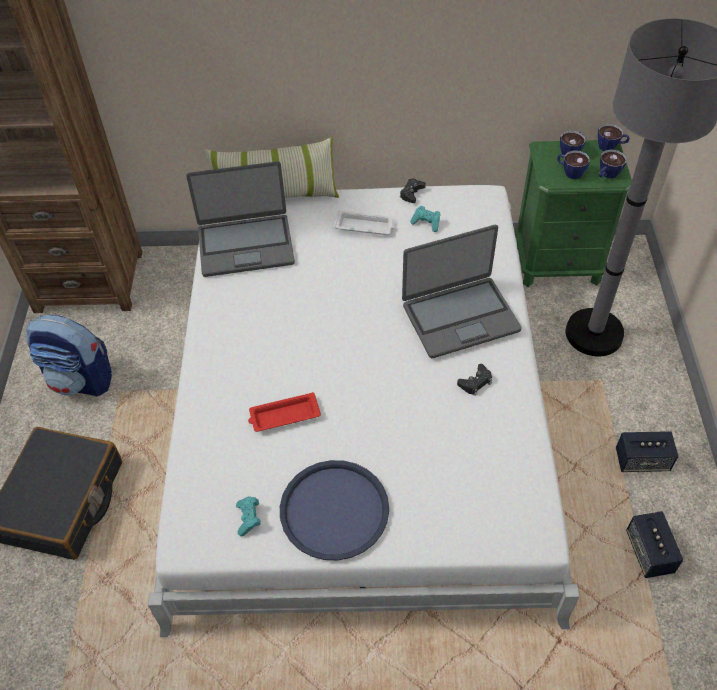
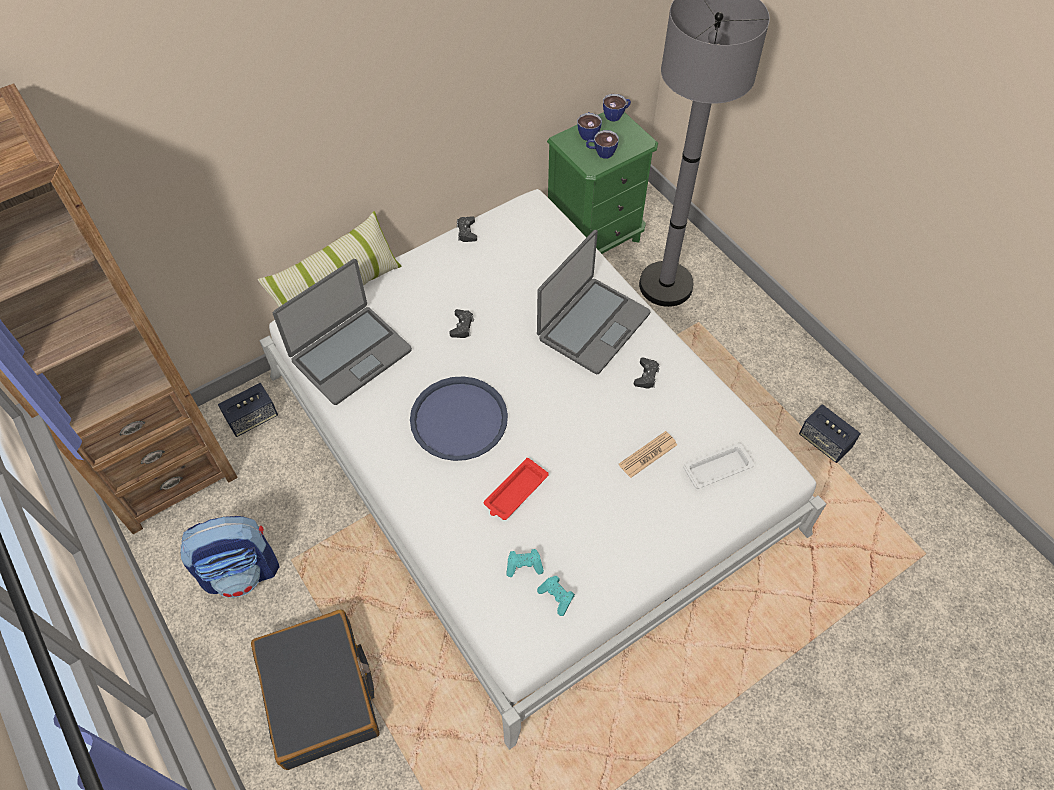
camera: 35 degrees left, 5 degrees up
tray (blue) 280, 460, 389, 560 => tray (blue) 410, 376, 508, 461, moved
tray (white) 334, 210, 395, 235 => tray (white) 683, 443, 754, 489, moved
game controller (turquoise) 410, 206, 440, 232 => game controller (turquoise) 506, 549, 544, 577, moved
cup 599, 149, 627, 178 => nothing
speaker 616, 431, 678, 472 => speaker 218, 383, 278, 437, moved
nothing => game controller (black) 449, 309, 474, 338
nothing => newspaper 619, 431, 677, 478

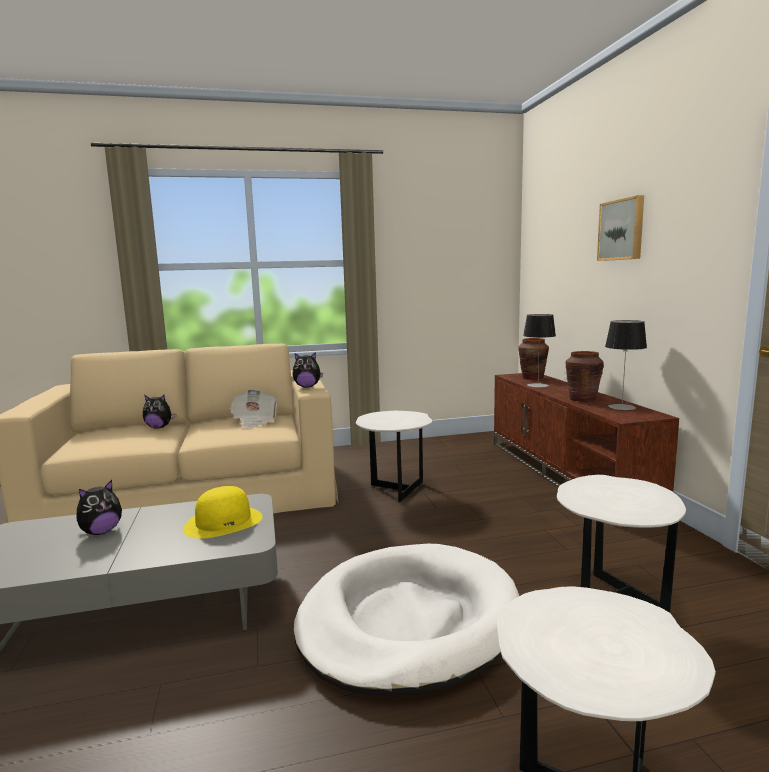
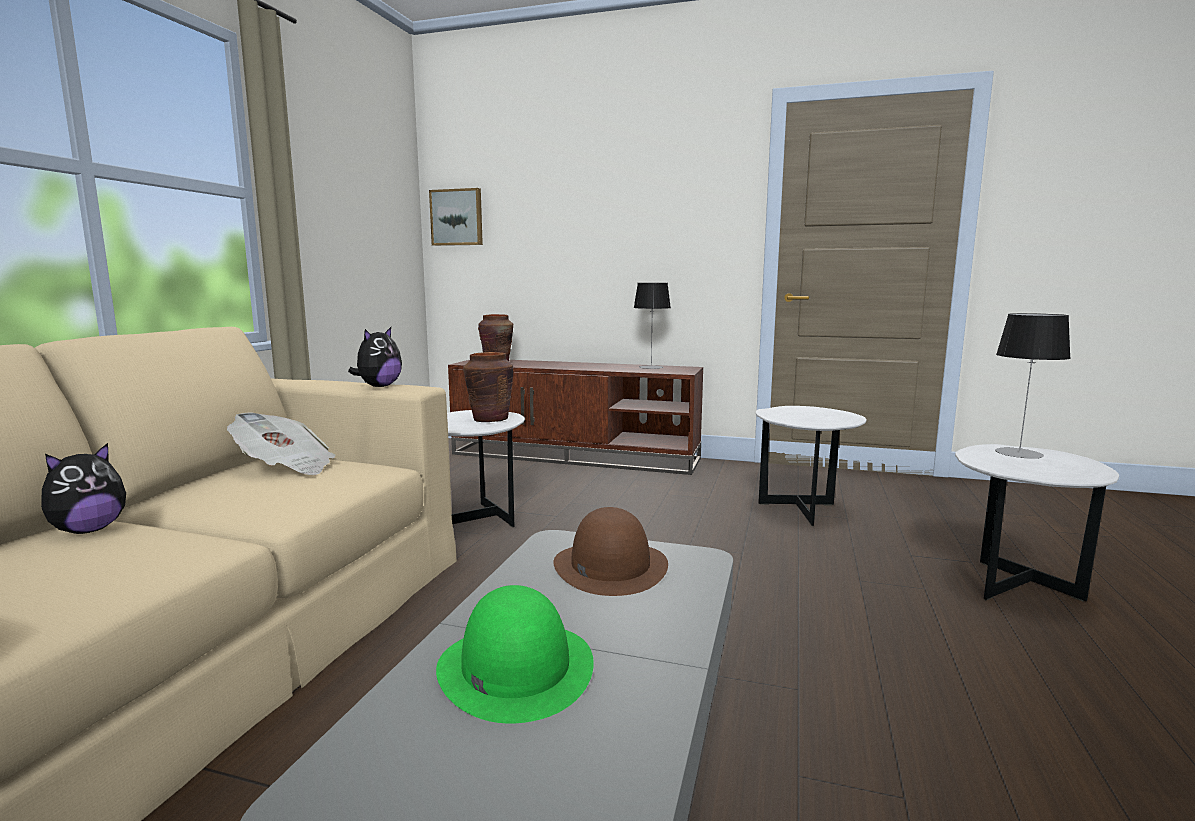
camera: 60 degrees left, 0 degrees up
plush toy 76, 480, 122, 535 => hat (green) 436, 585, 594, 723
hat (yellow) 183, 486, 263, 539 => hat (brown) 553, 507, 668, 596
dog bed (white) 294, 544, 519, 696 => nothing
table lamp 523, 314, 556, 387 => table lamp 995, 313, 1071, 459, moved
vase (brown) 565, 351, 604, 402 => vase (brown) 463, 352, 513, 422, moved
picture 597, 195, 644, 261 => picture 429, 188, 483, 246, moved

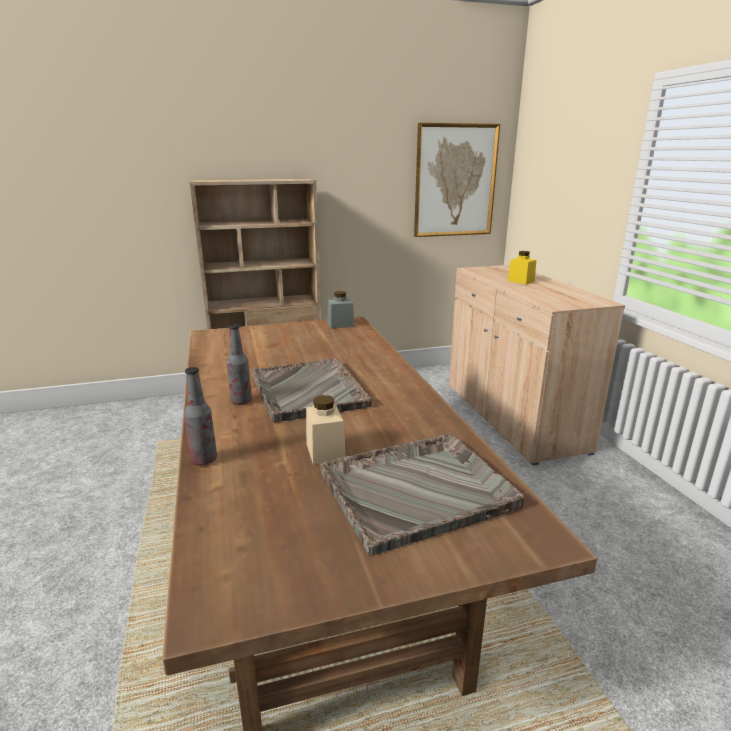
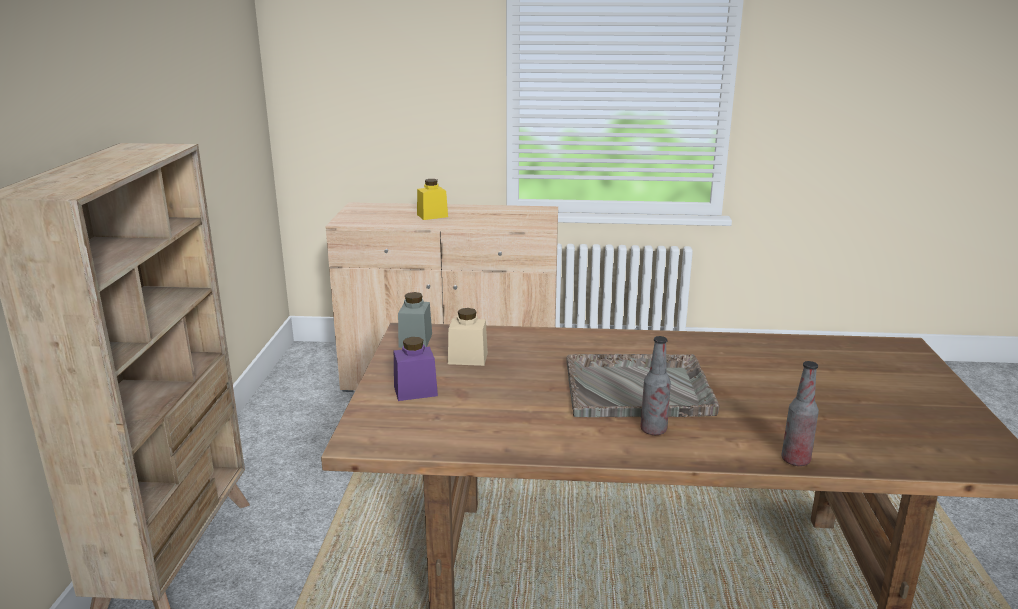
camera: 70 degrees left, 0 degrees up
jar (beige) 306, 395, 346, 465 => jar (beige) 448, 308, 488, 366, moved
tray (grey) 320, 433, 524, 556 => nothing
picture 414, 123, 500, 237 => nothing
nothing => jar (purple) 394, 337, 438, 401

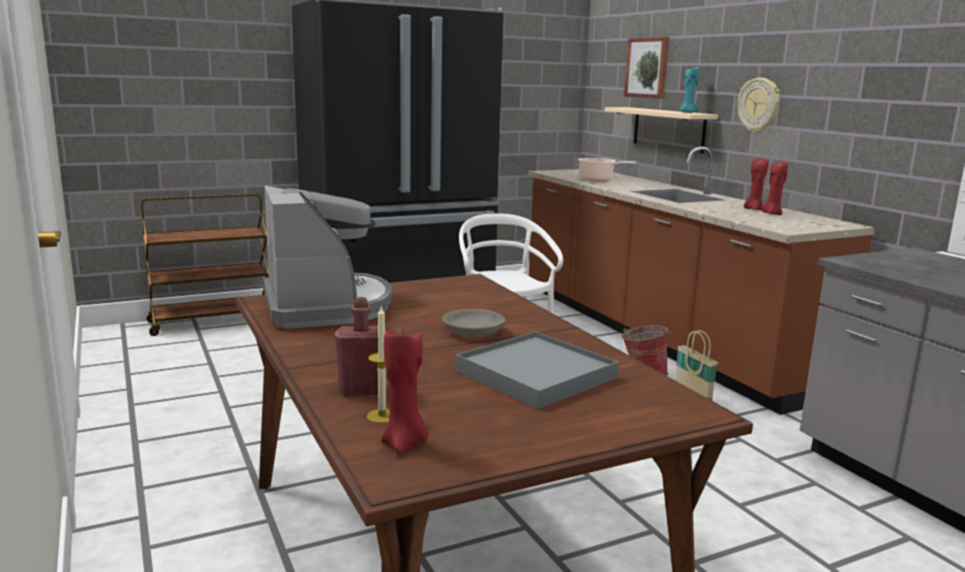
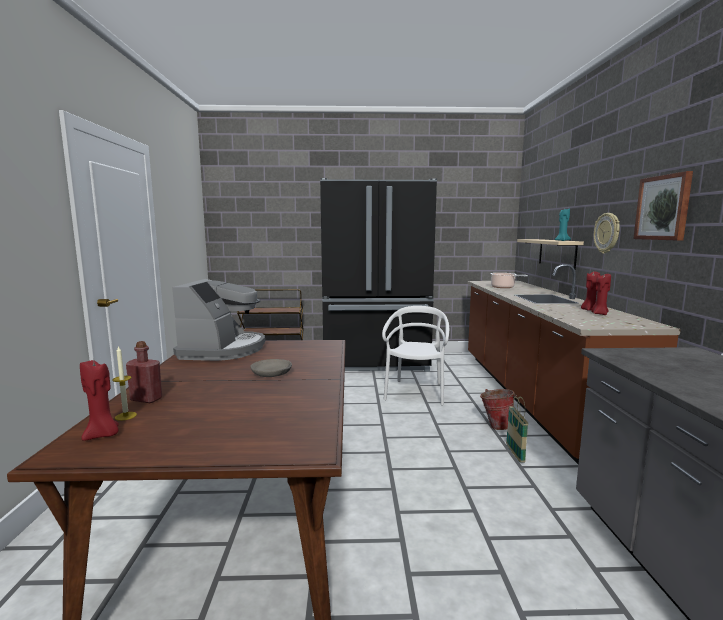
camera: 25 degrees right, 5 degrees down
tray (grey) 456, 332, 619, 409 => nothing
picture 624, 37, 670, 99 => picture 633, 171, 693, 241, moved

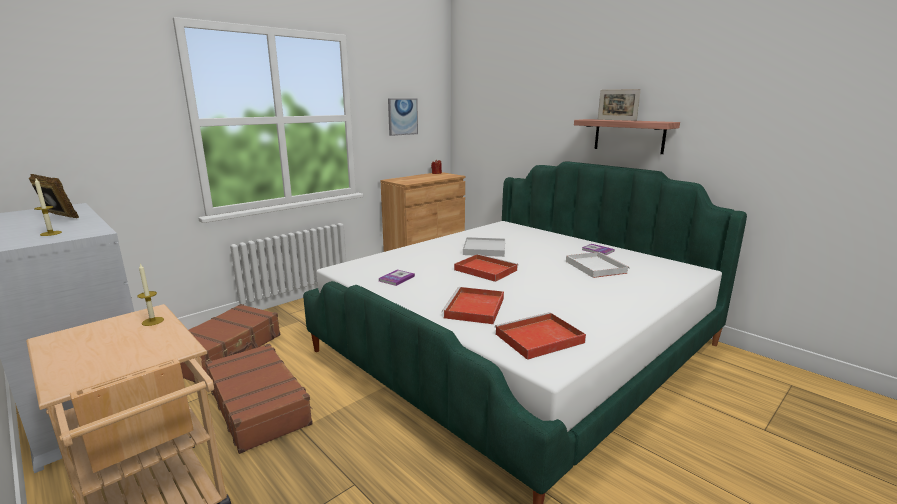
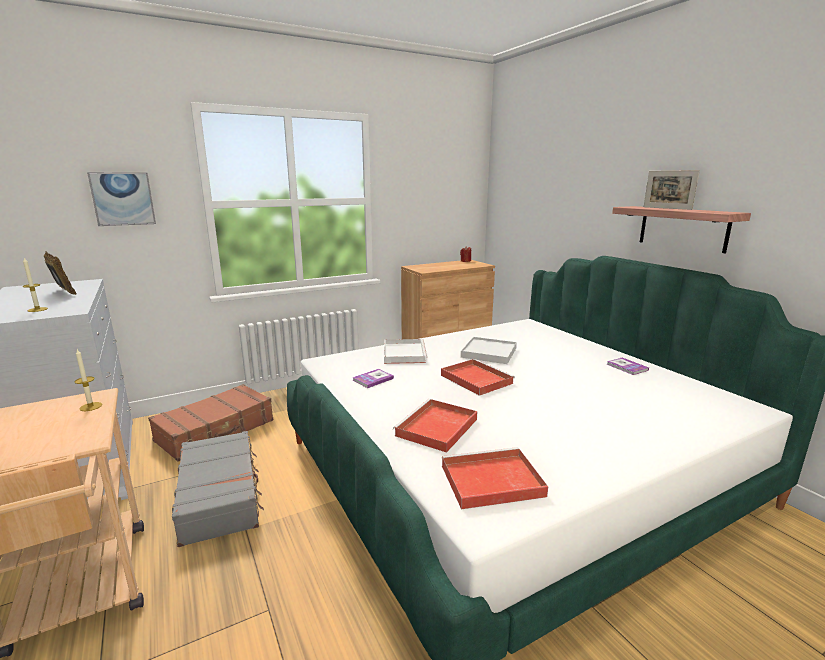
camera: 15 degrees right, 0 degrees up
suitcase (brown) 205, 344, 313, 454 => suitcase (grey) 172, 431, 264, 547
picture 388, 98, 418, 136 => picture 87, 172, 156, 226, moved
tray (white) 566, 252, 629, 278 => tray (white) 384, 339, 427, 364, moved

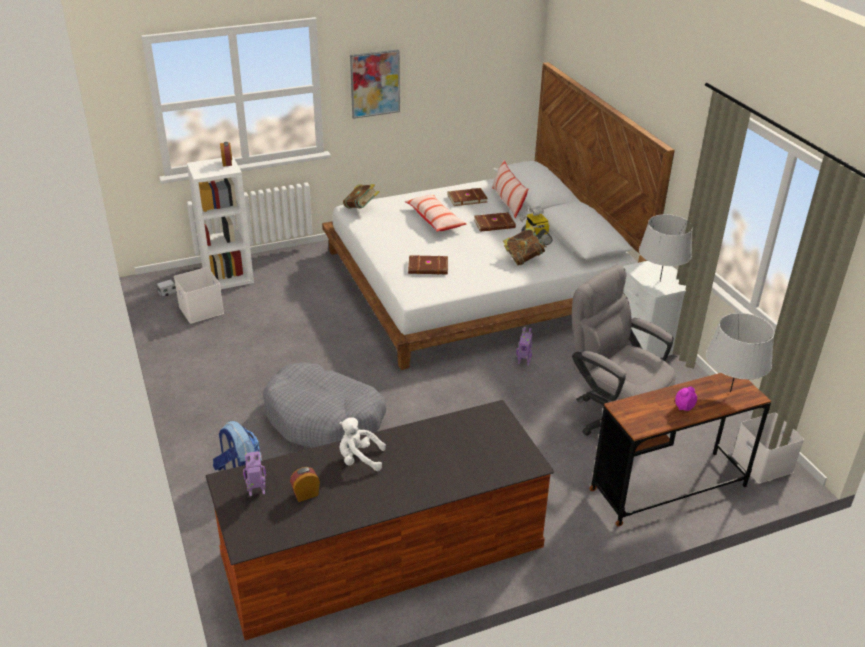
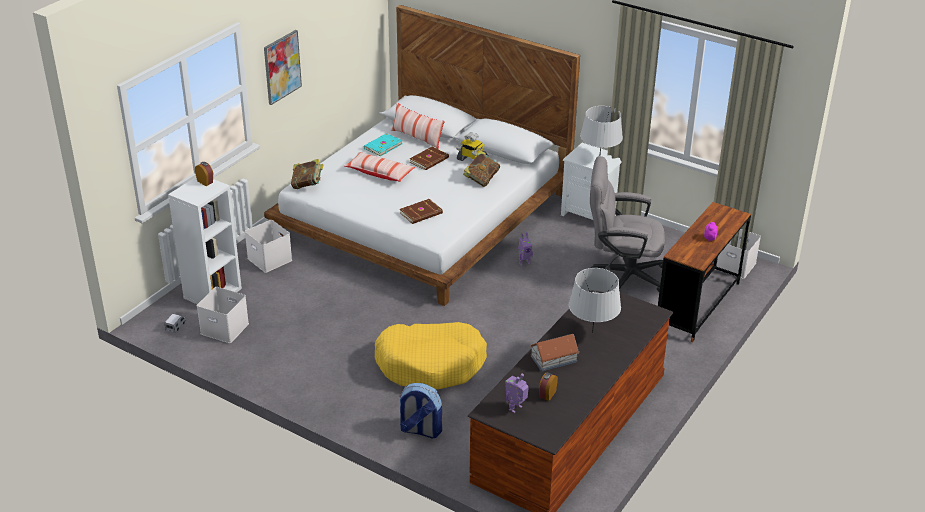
camera: 35 degrees left, 0 degrees up
dog bed (grey) 263, 362, 386, 448 => dog bed (yellow) 375, 322, 487, 389
plush toy (white) 339, 417, 386, 471 => toy house 530, 334, 579, 371
book (brown) 447, 188, 488, 206 => book (turquoise) 364, 133, 403, 156
table lamp (grey) 706, 313, 775, 393 => table lamp (grey) 569, 268, 621, 333, moved
nothing => storage box (white) 245, 220, 292, 273

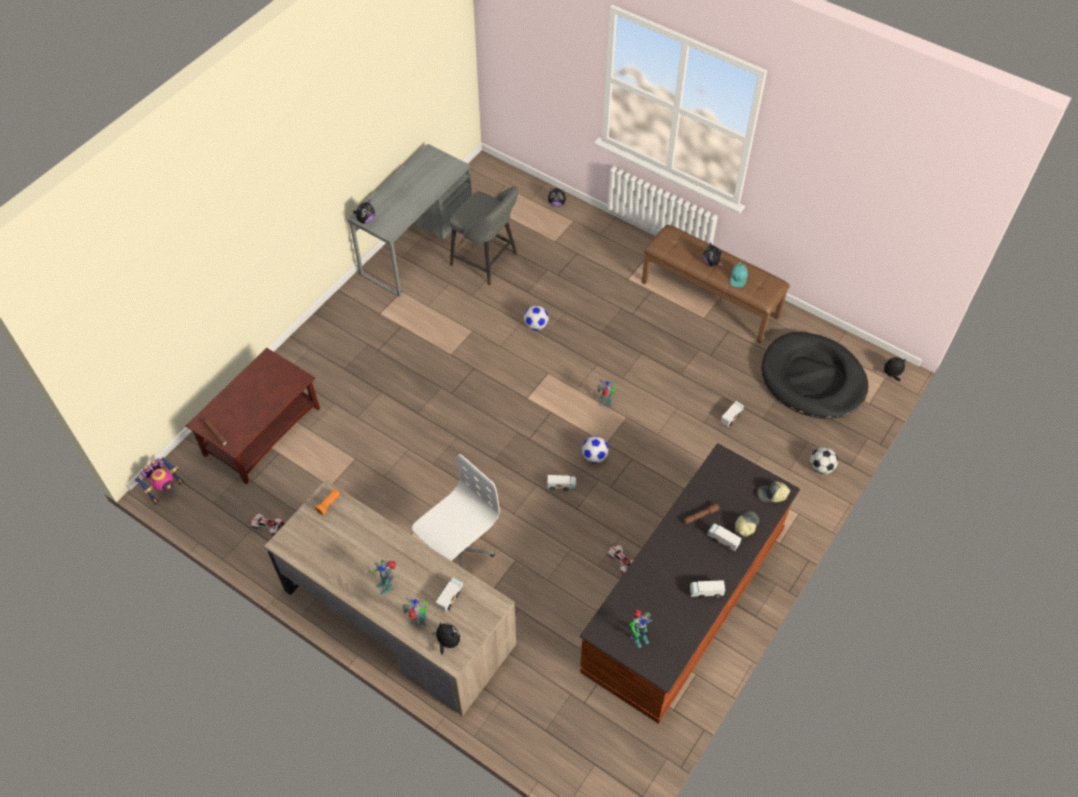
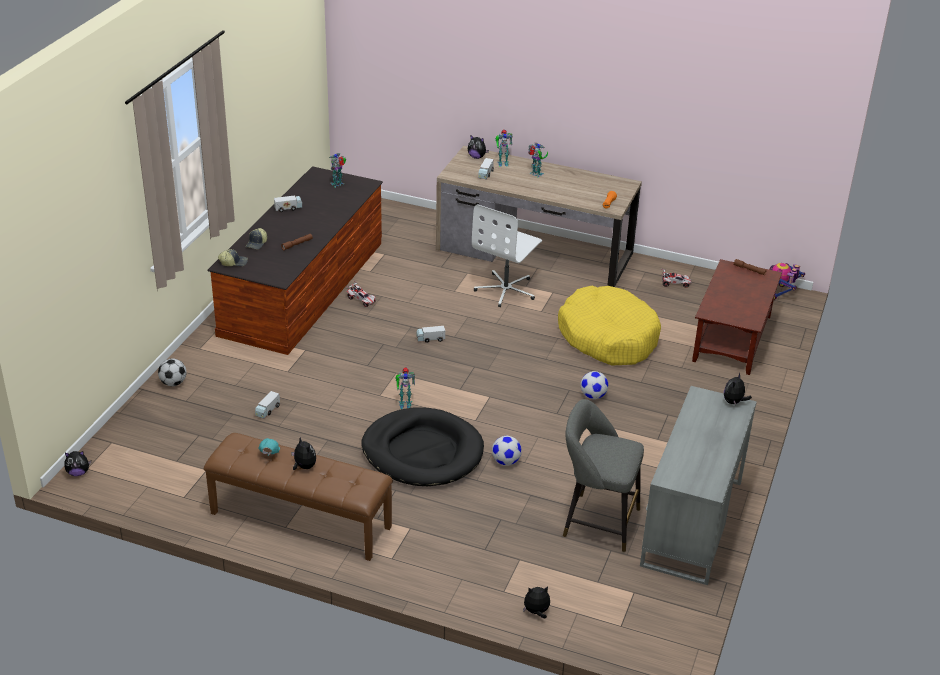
camera: 165 degrees right, 20 degrees down
football 582, 436, 609, 463 => football 581, 371, 608, 399, moved
toy truck 707, 524, 742, 551 => nothing
dog bed (black) 762, 332, 868, 419 => dog bed (black) 361, 408, 484, 486, moved
nothing => dog bed (yellow) 558, 286, 661, 365

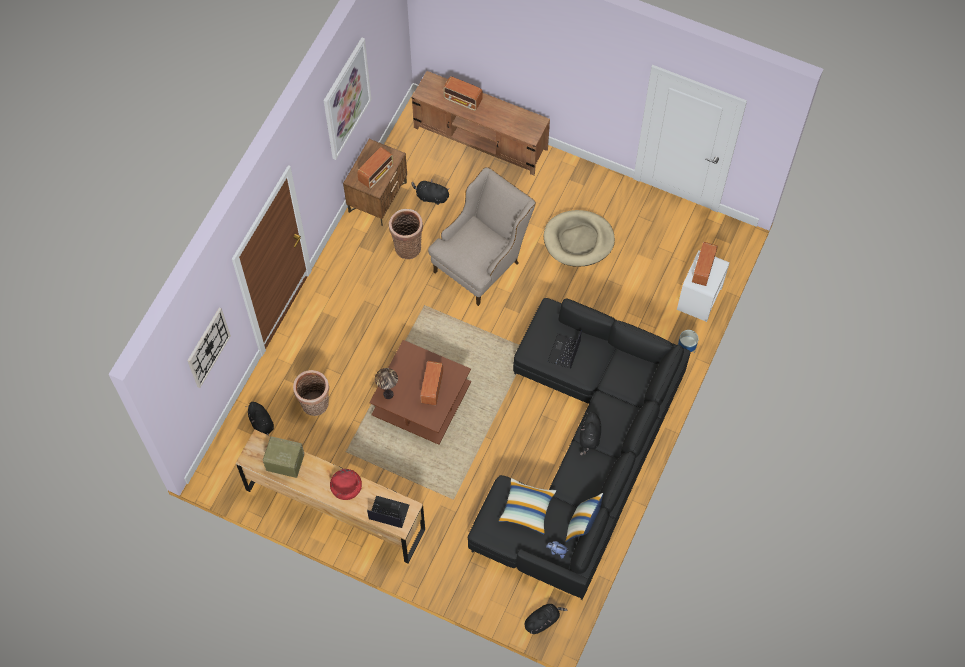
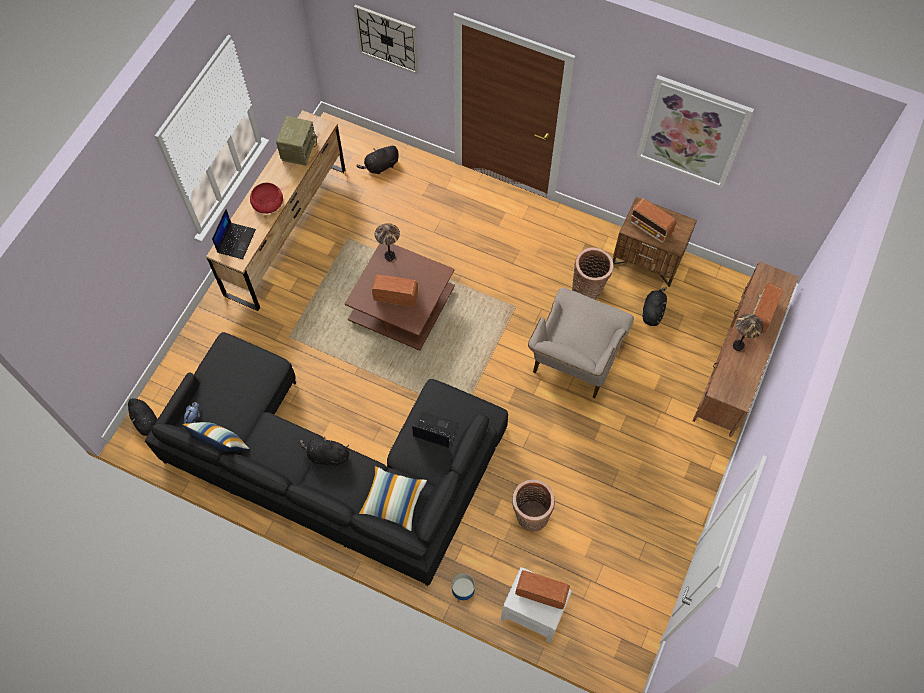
camera: 90 degrees right, 0 degrees up
basket 293, 370, 329, 416 => basket 512, 479, 555, 532, moved
armchair (beige) 428, 167, 536, 306 => armchair (beige) 528, 288, 634, 398, 75 degrees clockwise
pillow 498, 478, 556, 535 => pillow 358, 466, 427, 531, moved
dog bed (beige) 543, 210, 615, 267 => nothing
nothing => table lamp 733, 314, 763, 351

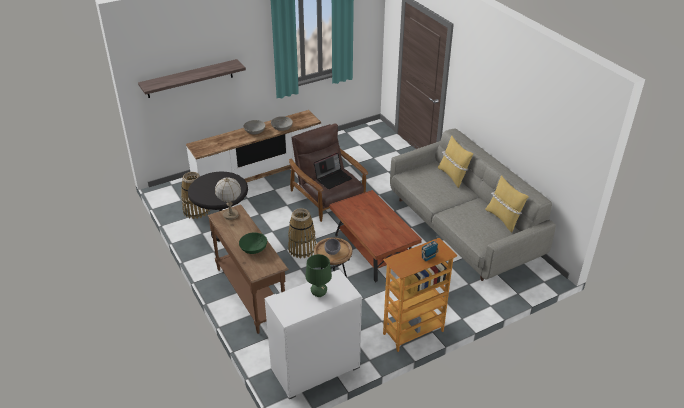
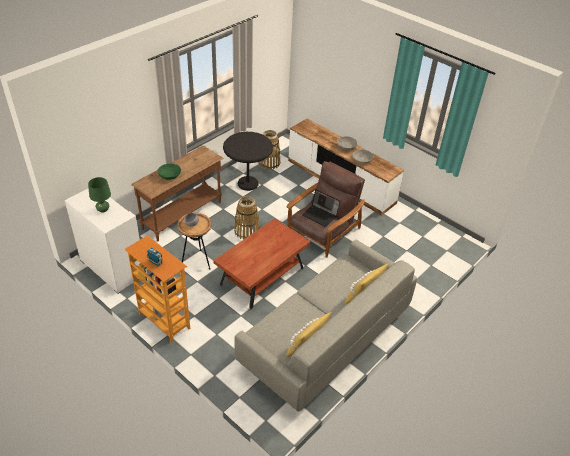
camera: 70 degrees right, 5 degrees up
shelf 138, 59, 246, 98 => nothing
table lamp 215, 177, 241, 220 => nothing

